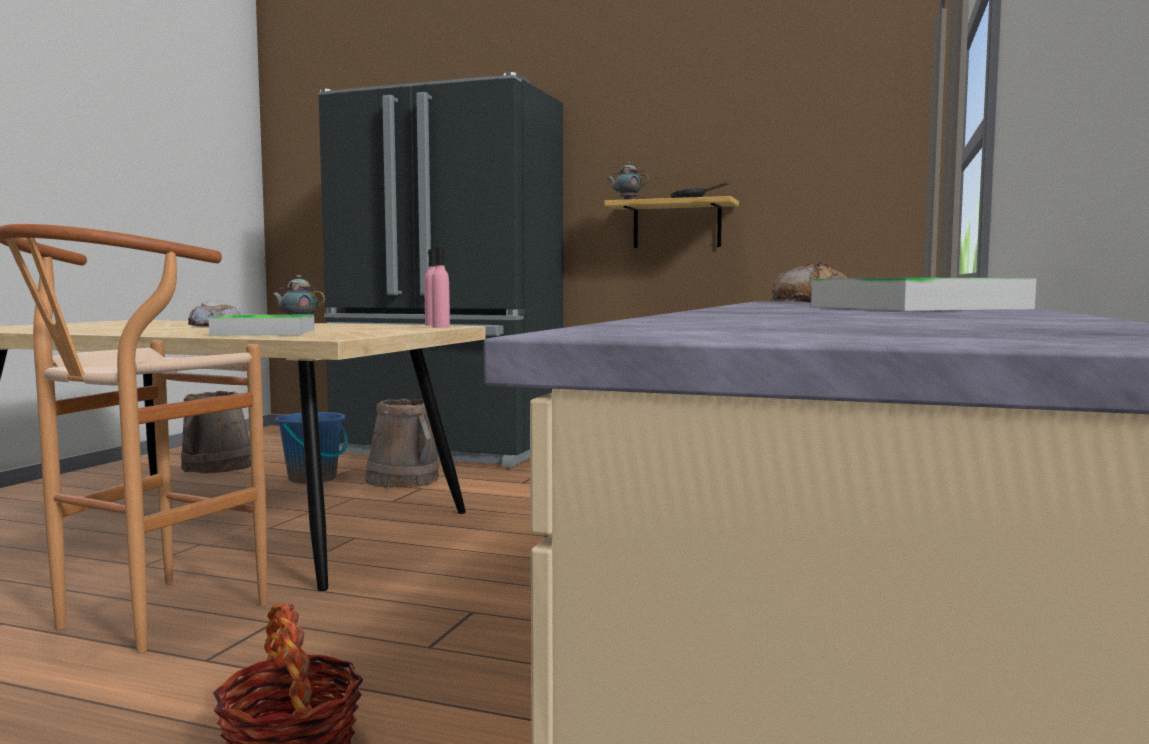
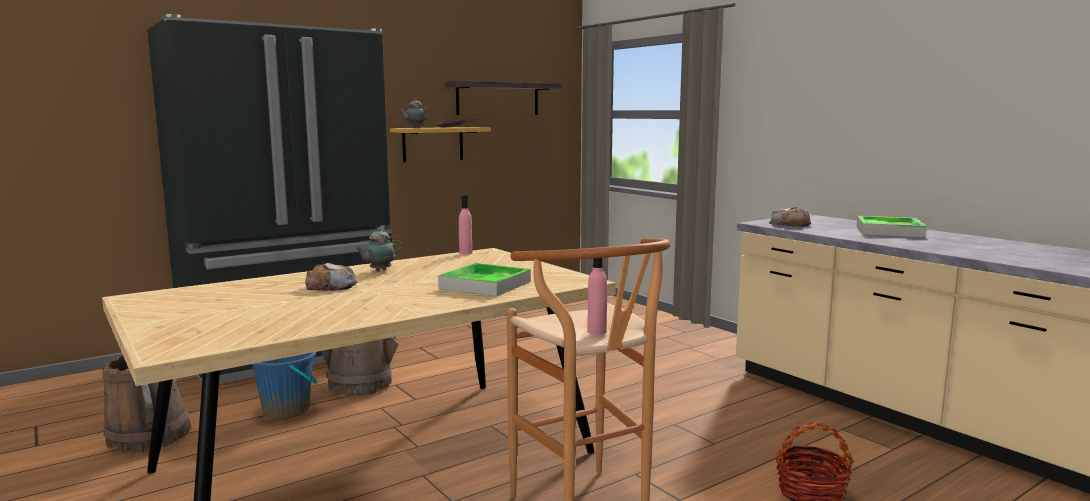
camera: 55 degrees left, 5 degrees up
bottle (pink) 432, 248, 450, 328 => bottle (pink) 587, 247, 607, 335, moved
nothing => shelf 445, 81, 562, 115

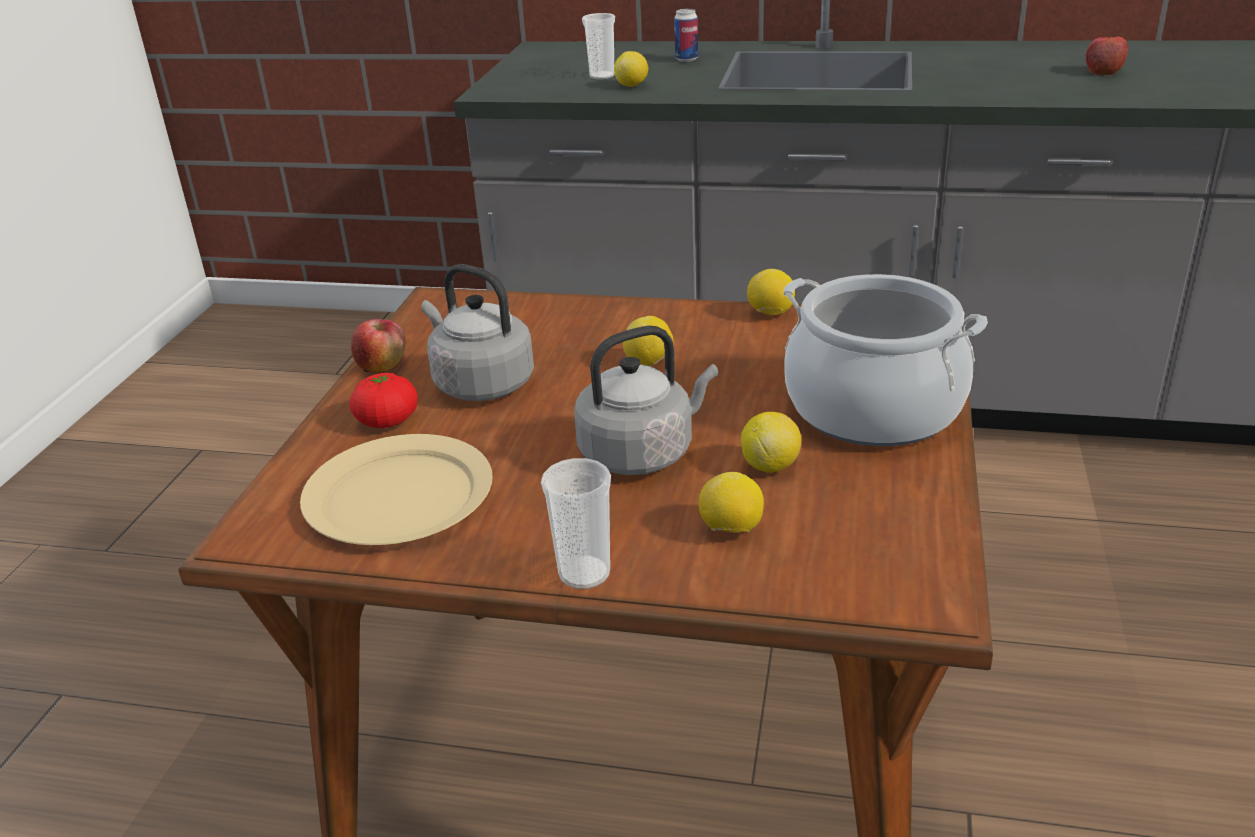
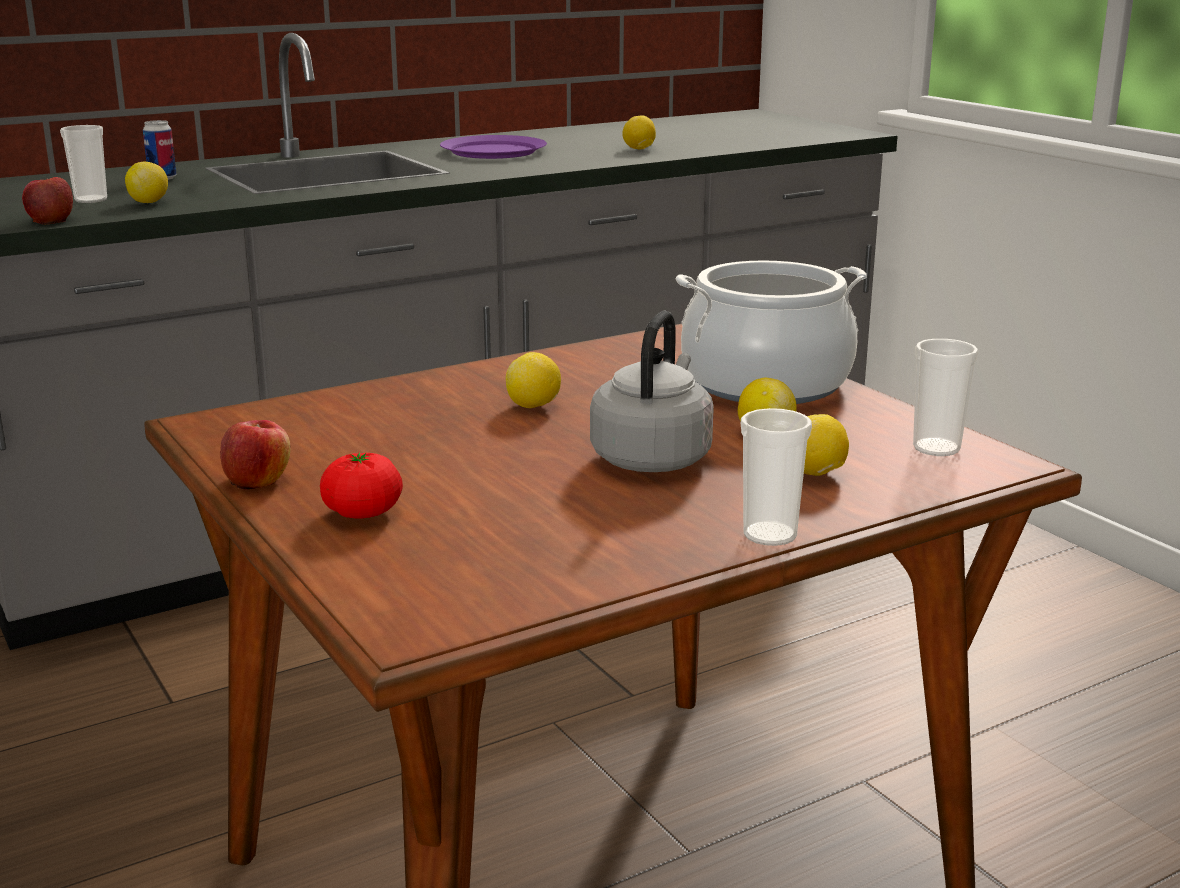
camera: 45 degrees left, 10 degrees down
plate (beige) 300, 434, 493, 545 => nothing
kettle (grey) 421, 264, 534, 401 => nothing
lemon 747, 269, 795, 315 => lemon 622, 115, 656, 149, moved
apple 1086, 37, 1128, 76 => apple 22, 177, 73, 224, moved
nothing => plate (purple) 440, 135, 547, 159
nothing => cup 913, 339, 979, 456

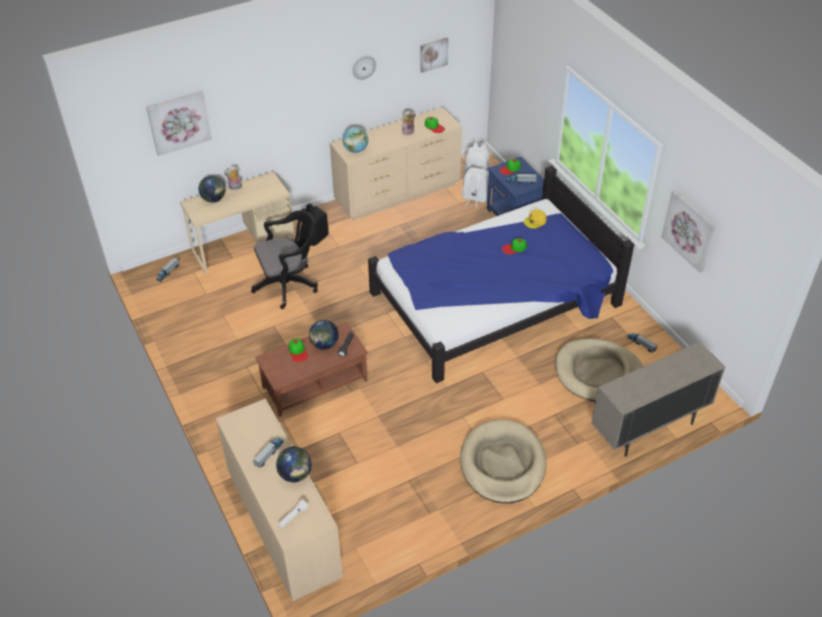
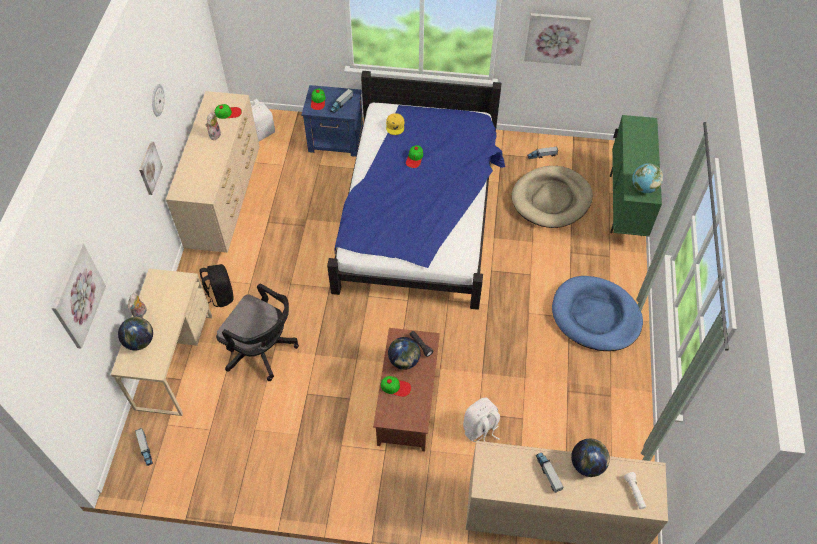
camera: 55 degrees left, 10 degrees up
office chair (black) 251, 210, 318, 309 => office chair (black) 216, 284, 299, 381, 105 degrees clockwise
globe 343, 127, 368, 153 => globe 632, 163, 663, 193, moved
picture 421, 37, 448, 73 => picture 139, 142, 163, 195, moved
dog bed (beige) 460, 419, 546, 503 => dog bed (blue) 552, 276, 643, 351
backpack (white) 462, 167, 489, 208 => backpack (white) 463, 398, 500, 442, moved
cabinet (beige) 591, 341, 725, 457 => cabinet (green) 610, 115, 662, 236

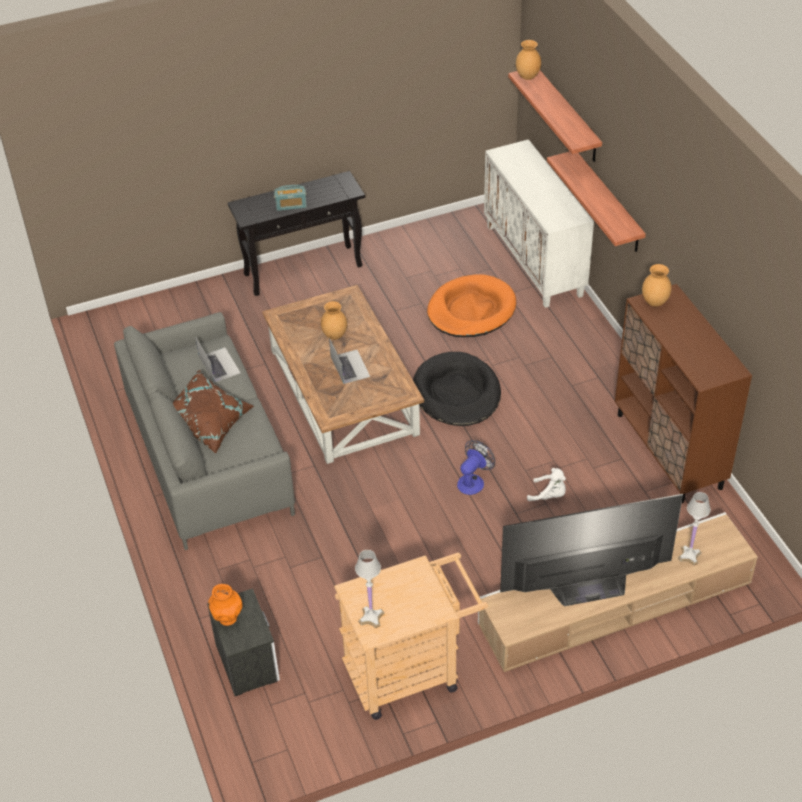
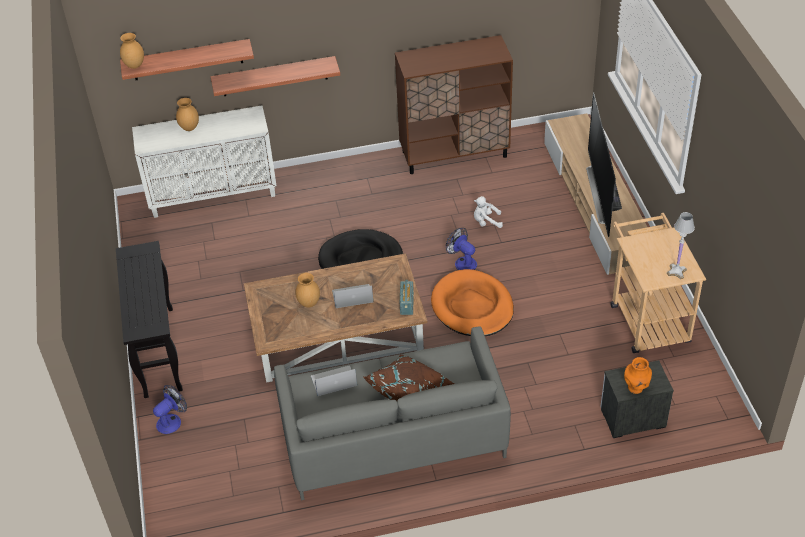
camera: 80 degrees left, 0 degrees up
radio 274, 185, 307, 211 => radio 400, 280, 414, 315, moved
dog bed (orange) 427, 274, 516, 337 => dog bed (orange) 431, 269, 514, 336, moved
plush toy (white) 527, 468, 566, 501 => plush toy (white) 474, 196, 503, 228, 120 degrees counterclockwise
vase (brown) 642, 264, 672, 307 => vase (brown) 176, 98, 199, 131, moved
table lamp (white) 678, 492, 711, 565 => nothing
nothing => fan 153, 385, 187, 434

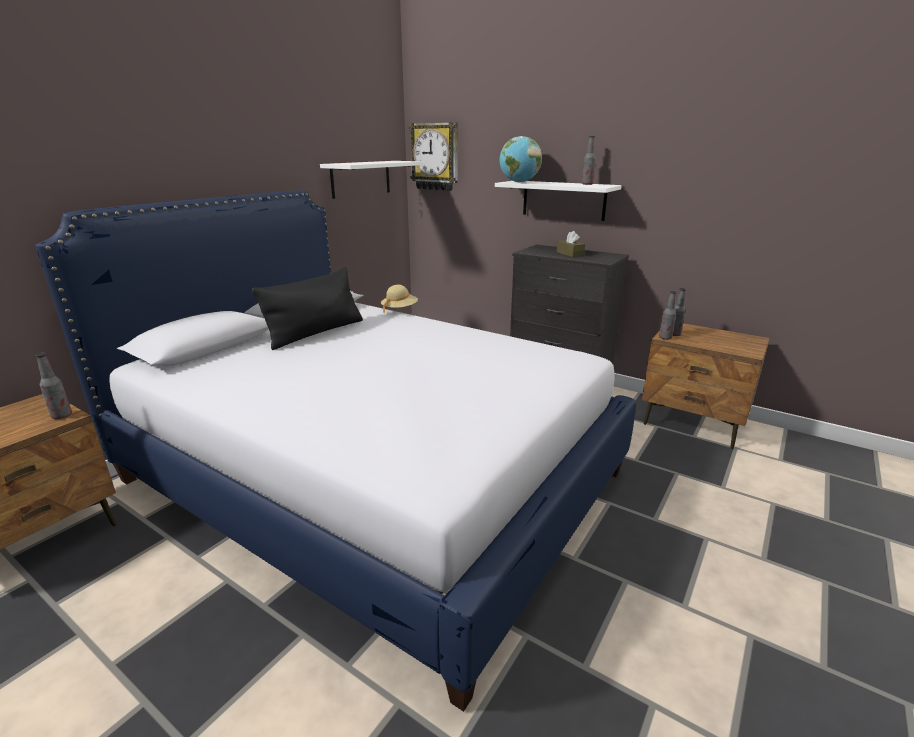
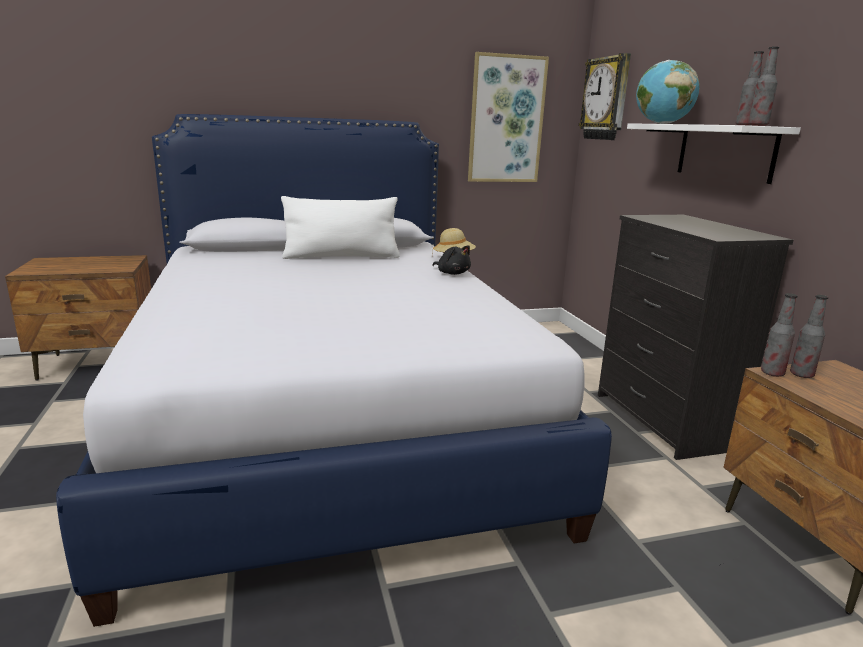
camera: 40 degrees right, 5 degrees down
bottle 35, 353, 72, 419 => bottle 748, 46, 779, 126, moved
pillow (black) 252, 267, 363, 350 => pillow (white) 281, 196, 400, 259
shelf (white) 320, 161, 423, 199 => picture 468, 52, 549, 182
tissue box (brown) 557, 231, 585, 257 => nothing
nothing => plush toy (black) 432, 245, 471, 275

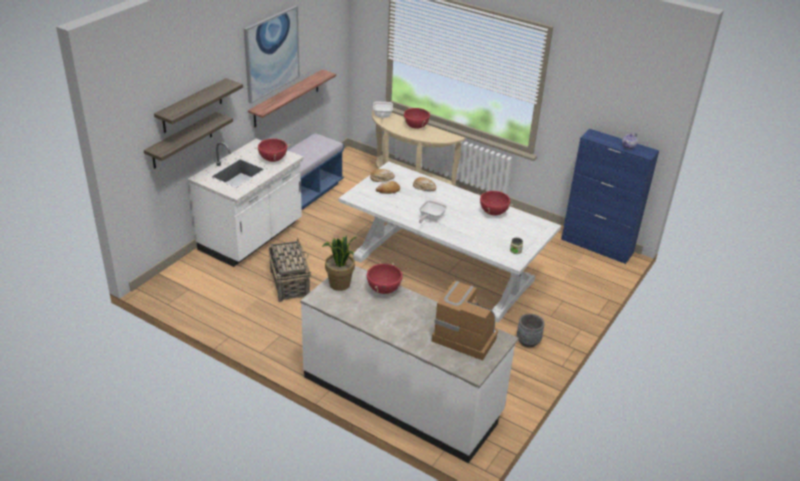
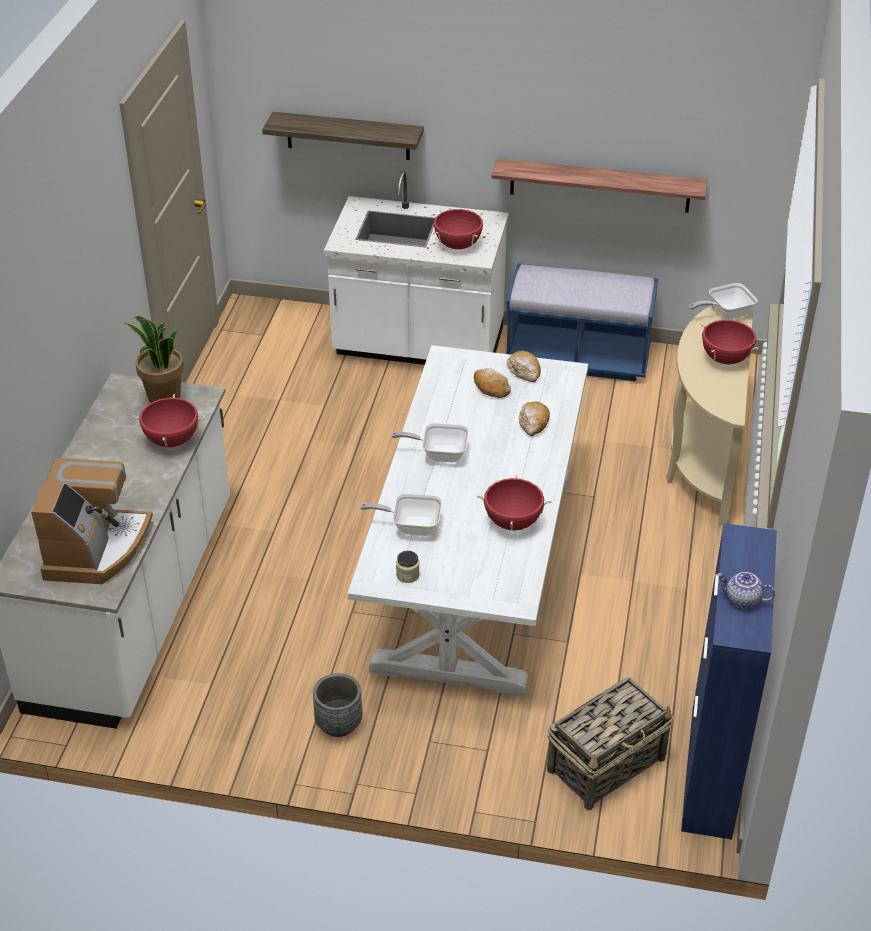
camera: 70 degrees right, 5 degrees up
shelf 154, 78, 243, 133 => nothing
picture 244, 6, 300, 103 => nothing
basket 268, 238, 311, 302 => basket 547, 677, 674, 810, moved
nothing => frying pan 360, 493, 442, 536

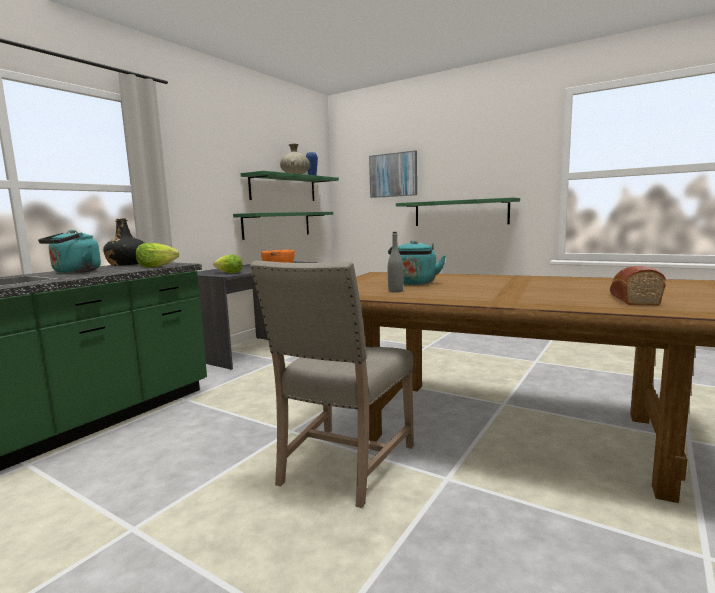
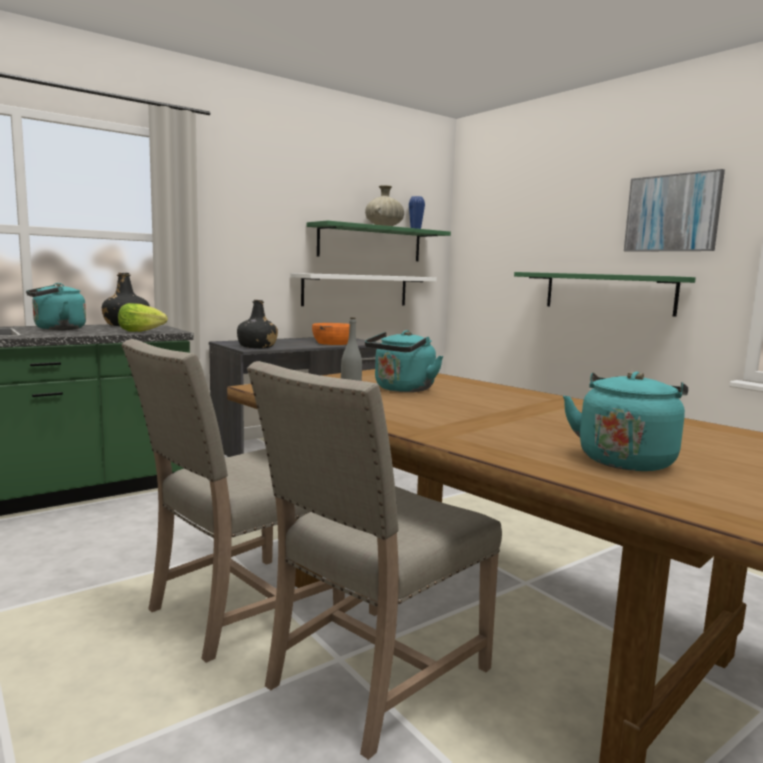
camera: 20 degrees right, 0 degrees up
lettuce 213, 254, 243, 273 => bottle (black) 237, 300, 278, 348
shelf (green) 233, 212, 333, 240 => shelf (white) 291, 273, 437, 306
picture 369, 151, 417, 198 => picture 624, 169, 725, 252, moved
bread 610, 266, 666, 306 => kettle (turquoise) 563, 371, 688, 471
nothing => chair (beige) 247, 361, 502, 760

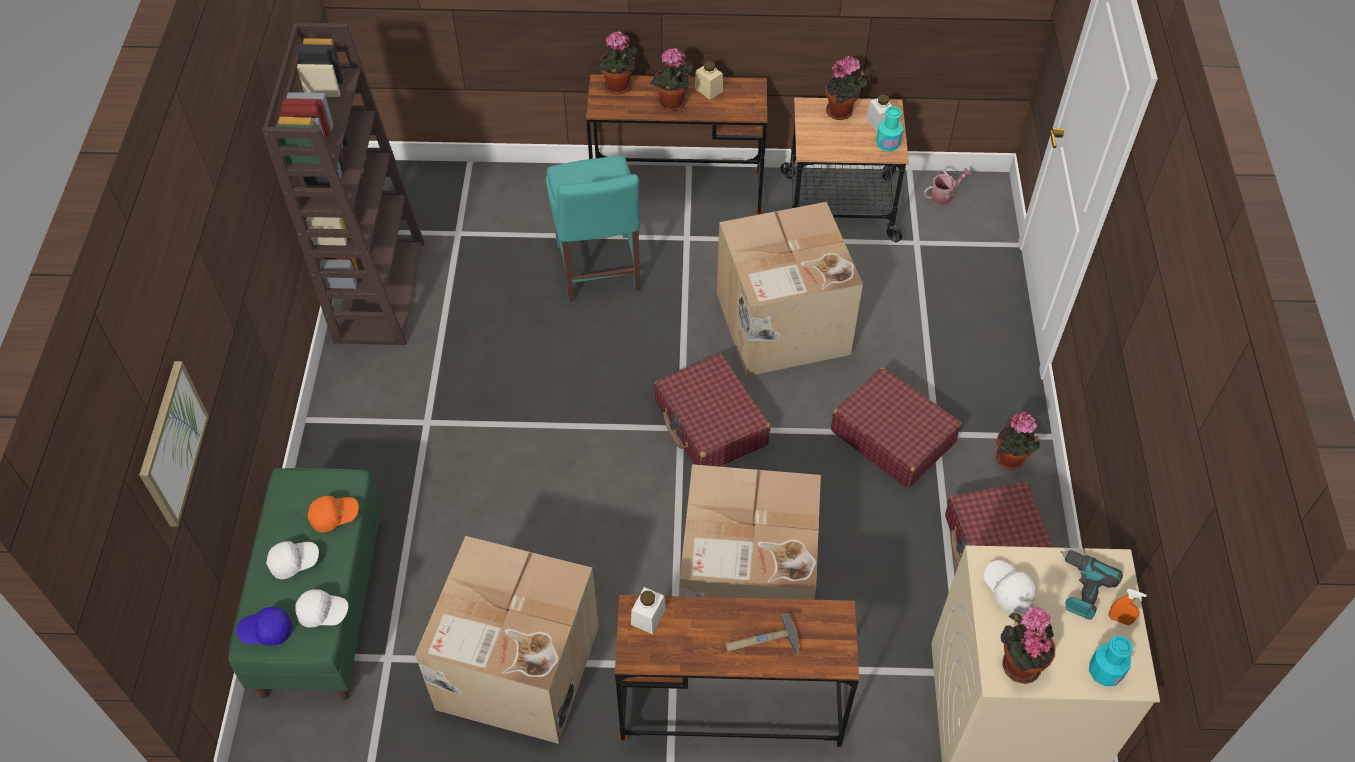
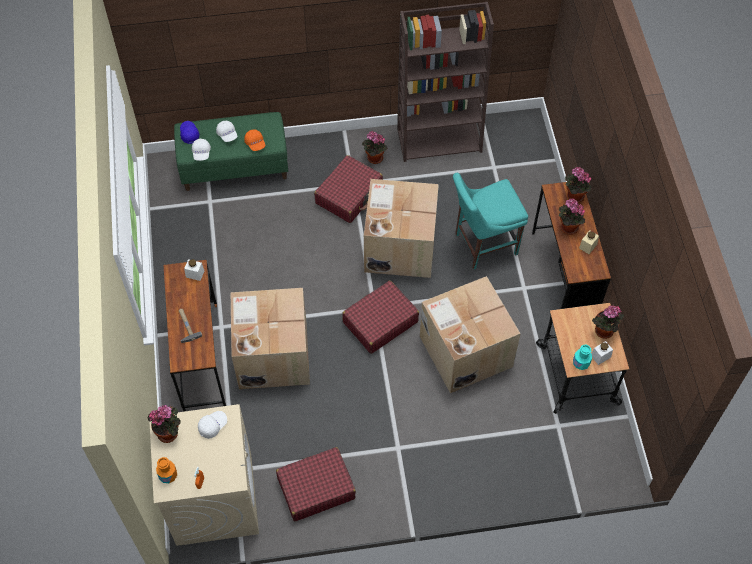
camera: 80 degrees right, 5 degrees up
picture 139, 361, 209, 527 => nothing
cardboard box 415, 536, 599, 744 => cardboard box 364, 179, 439, 278, moved
suitcase (red) 831, 367, 962, 488 => suitcase (red) 314, 155, 383, 223, moved
watering can 924, 168, 972, 205 => nothing
potted plant 995, 412, 1040, 470 => potted plant 362, 132, 388, 164, moved
power drill 1061, 550, 1123, 620 => nothing
bottle (turquoise) 1089, 636, 1133, 686 => bottle (orange) 156, 457, 177, 483

